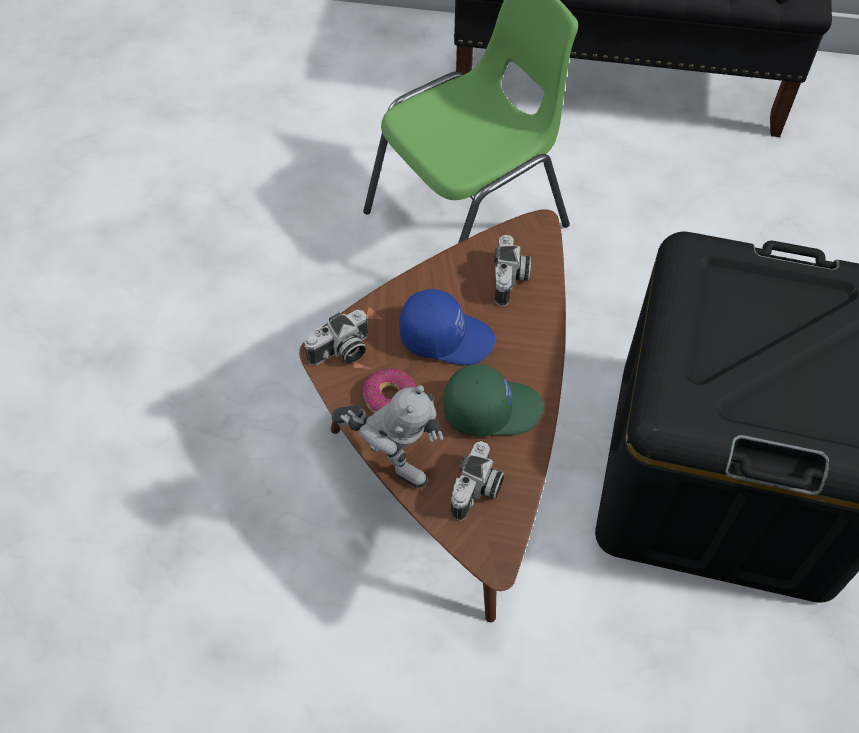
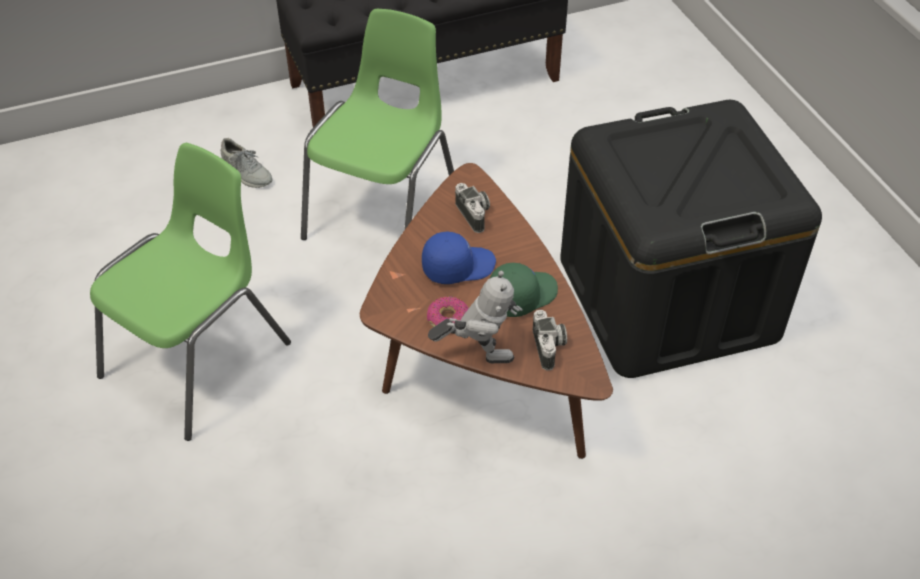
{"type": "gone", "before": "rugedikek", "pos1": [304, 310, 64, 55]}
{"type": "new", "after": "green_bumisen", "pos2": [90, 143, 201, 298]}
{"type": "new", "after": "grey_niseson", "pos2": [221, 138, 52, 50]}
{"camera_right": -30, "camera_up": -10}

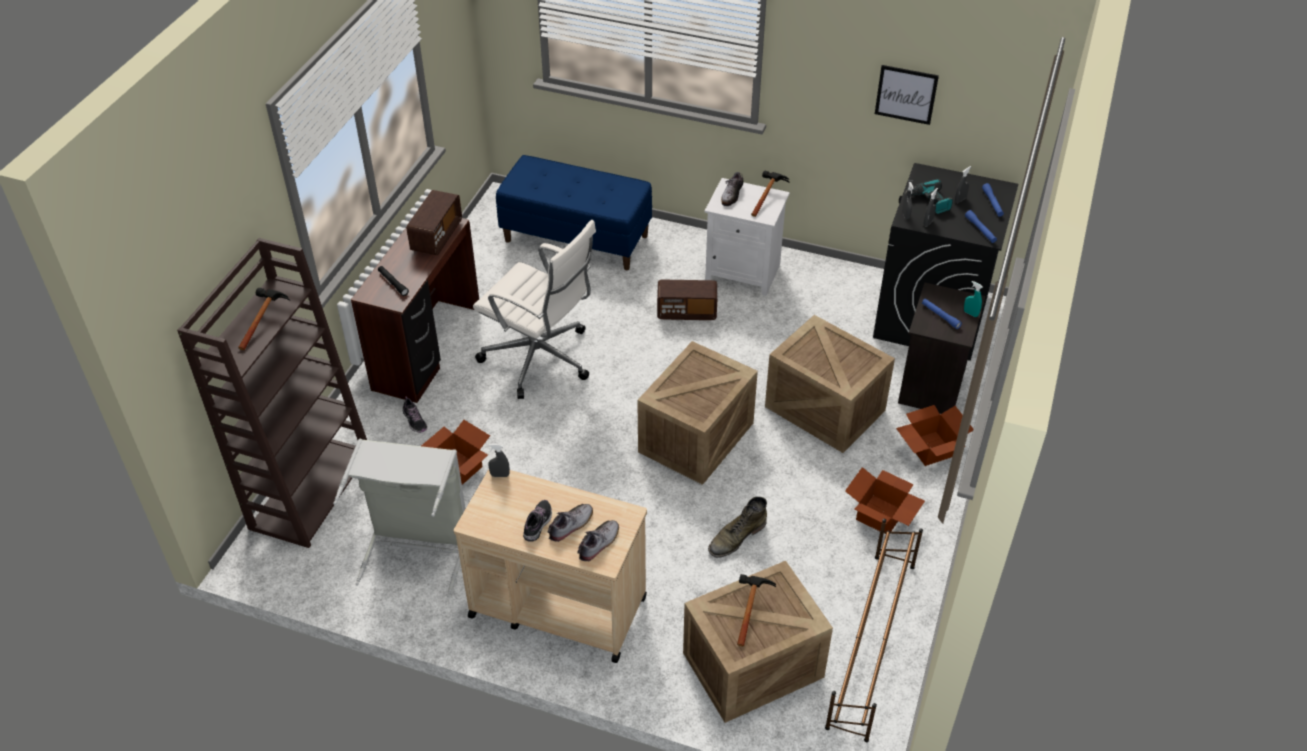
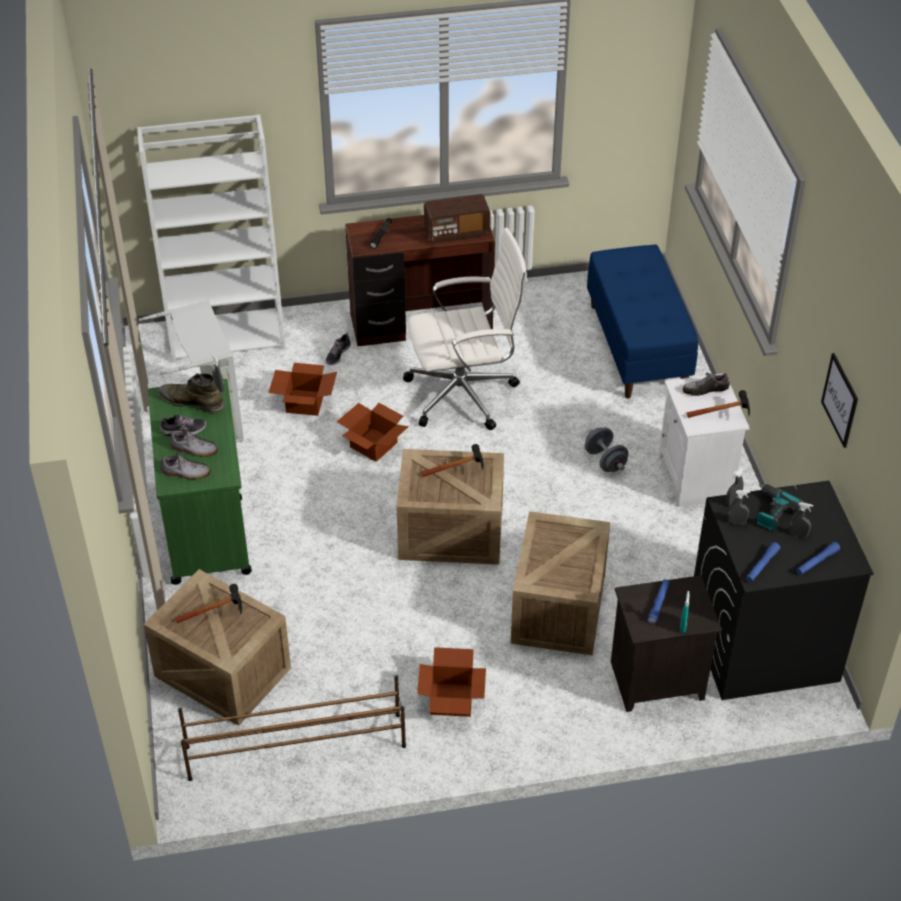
{"type": "shifted", "before": "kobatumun", "pos1": [238, 288, 52, 62], "pos2": [421, 444, 63, 33]}
{"type": "shifted", "before": "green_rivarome", "pos1": [708, 497, 59, 61], "pos2": [158, 373, 67, 40]}
{"type": "shifted", "before": "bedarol", "pos1": [896, 405, 77, 61], "pos2": [337, 403, 72, 59]}
{"type": "swapped", "before": "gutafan", "after": "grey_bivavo", "pos1": [657, 280, 60, 40], "pos2": [585, 428, 43, 44]}
{"type": "repainted", "before": "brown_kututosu", "after": "white_kututosu", "pos1": [177, 238, 190, 310], "pos2": [137, 115, 149, 248]}
{"type": "repainted", "before": "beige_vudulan", "after": "green_vudulan", "pos1": [454, 469, 193, 194], "pos2": [148, 379, 104, 206]}
{"type": "rotated", "before": "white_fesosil", "pos1": [473, 220, 123, 179], "pos2": [403, 228, 124, 202], "turn": -105}
{"camera_right": 60, "camera_up": 0}

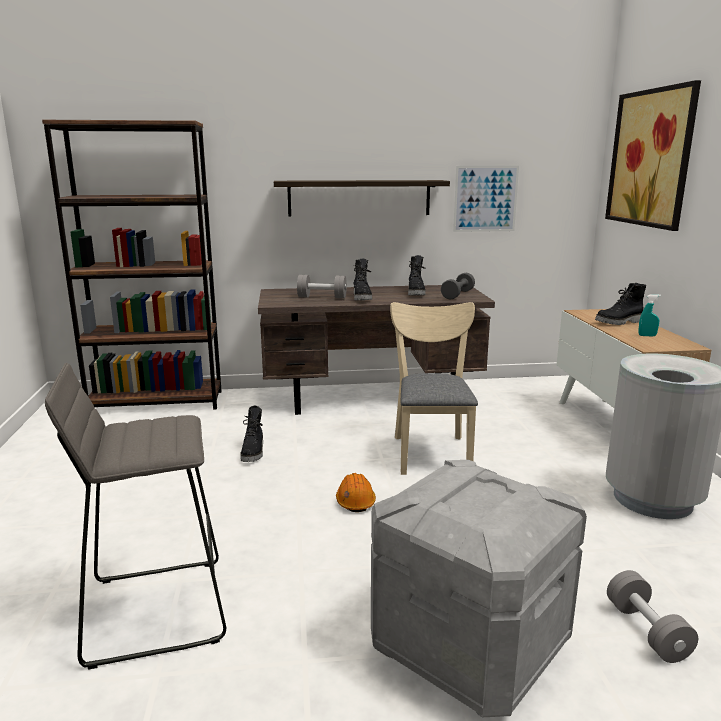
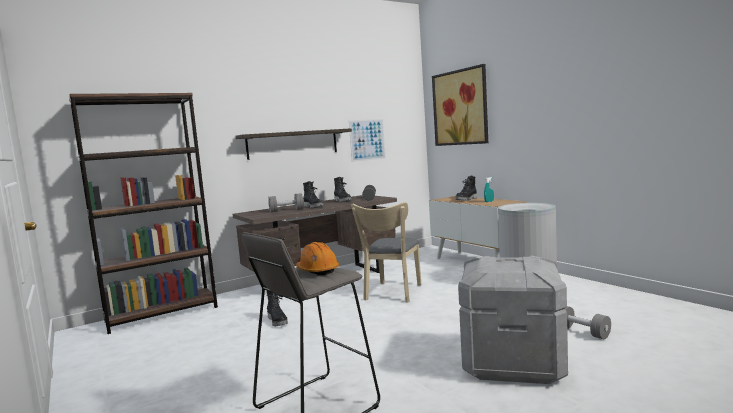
{"type": "shifted", "before": "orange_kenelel", "pos1": [336, 473, 40, 39], "pos2": [296, 242, 43, 33]}
{"type": "rotated", "before": "beige_bumisen", "pos1": [390, 302, 88, 173], "pos2": [351, 202, 70, 101], "turn": -135}
{"camera_right": -25, "camera_up": -10}

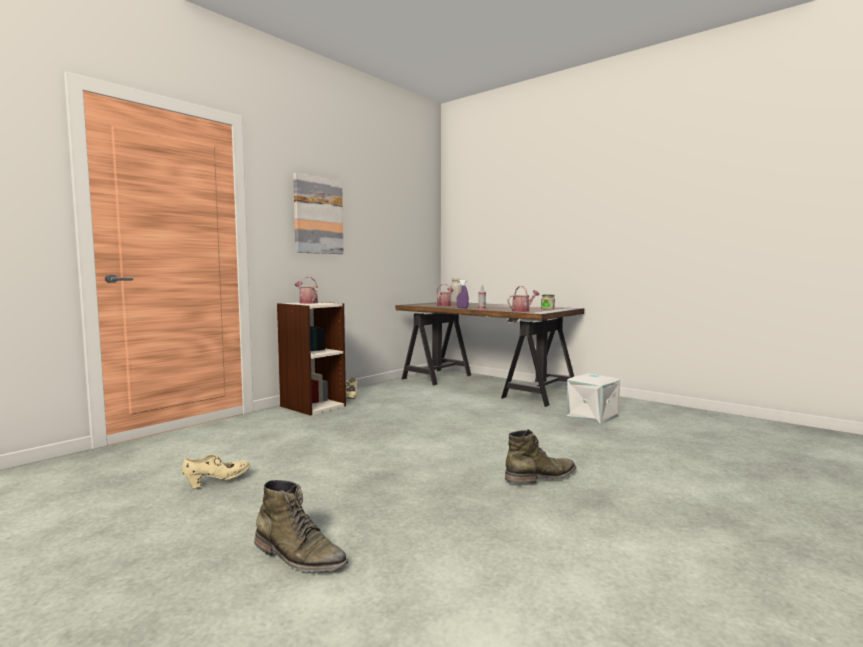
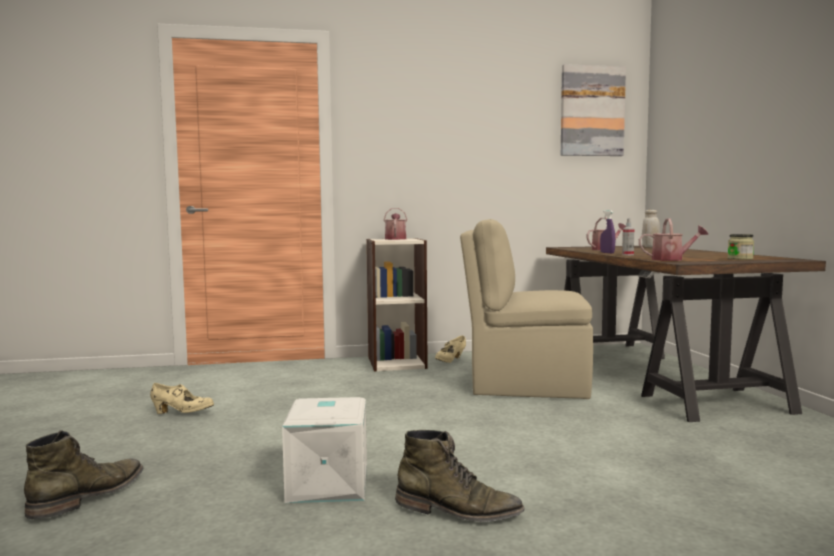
{"type": "new", "after": "beige_bumisen", "pos2": [460, 219, 133, 180]}
{"type": "shifted", "before": "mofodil", "pos1": [293, 173, 50, 81], "pos2": [561, 64, 65, 92]}
{"type": "shifted", "before": "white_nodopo", "pos1": [566, 373, 54, 51], "pos2": [282, 397, 85, 106]}
{"type": "rotated", "before": "green_rivarome", "pos1": [254, 480, 94, 92], "pos2": [24, 430, 119, 89], "turn": -135}
{"camera_right": 40, "camera_up": 0}

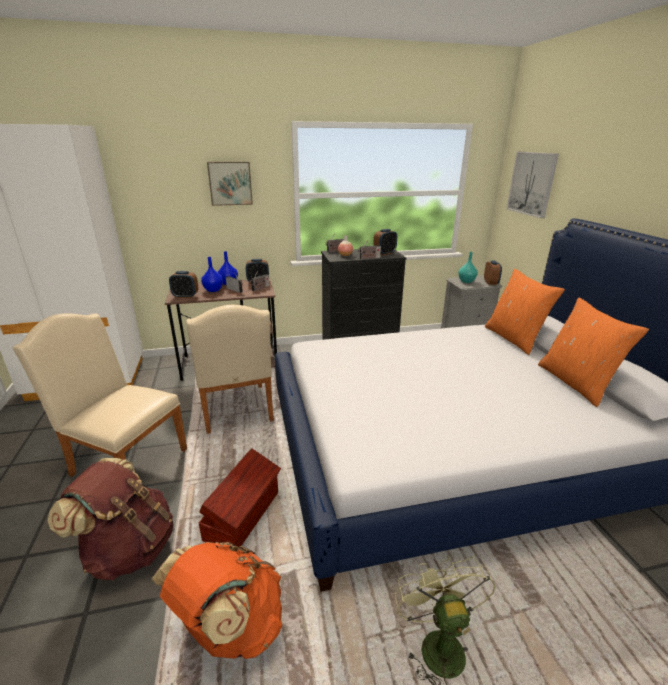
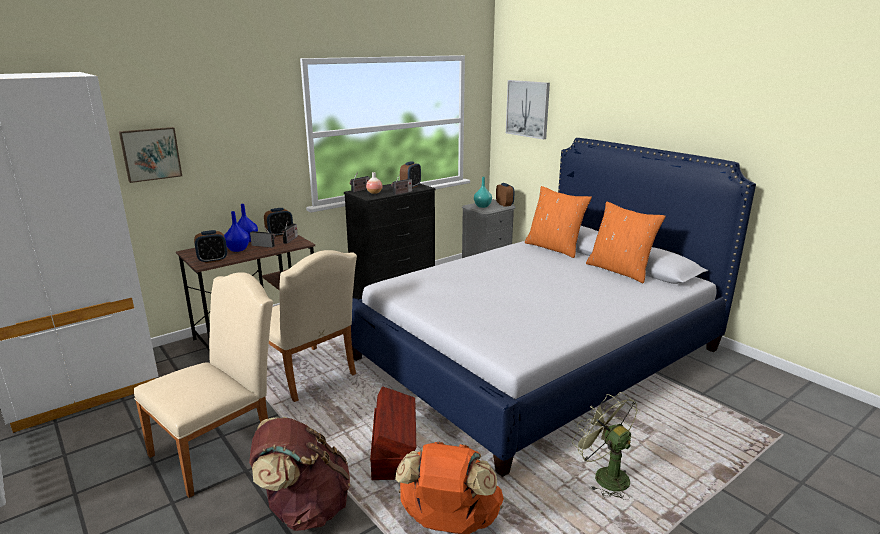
{"type": "shifted", "before": "mofodil", "pos1": [207, 162, 46, 44], "pos2": [119, 127, 63, 56]}
{"type": "rotated", "before": "beige_bumisen", "pos1": [12, 313, 175, 164], "pos2": [134, 272, 139, 226], "turn": 135}
{"camera_right": -25, "camera_up": -5}

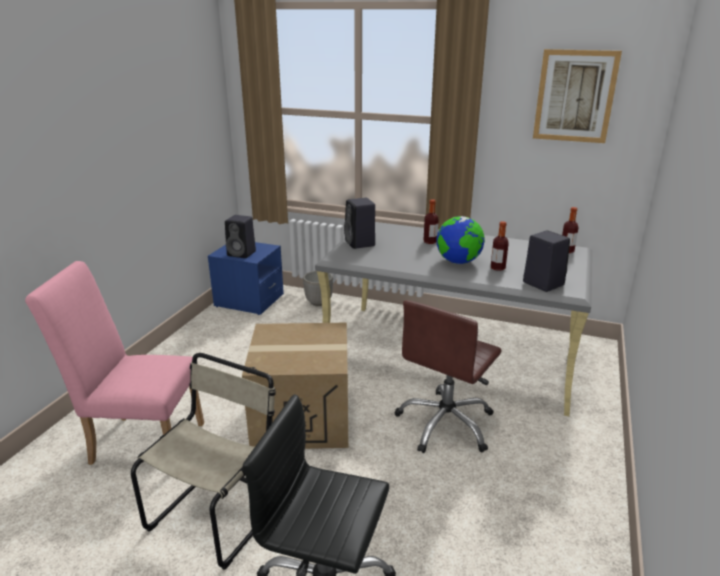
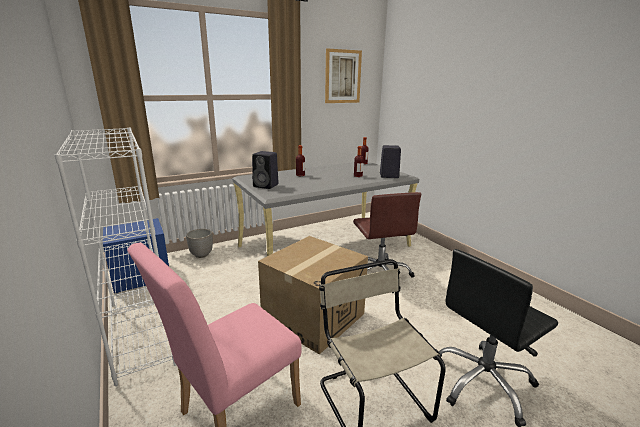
{"type": "gone", "before": "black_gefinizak", "pos1": [225, 215, 31, 43]}
{"type": "gone", "before": "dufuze", "pos1": [436, 216, 49, 48]}
{"type": "new", "after": "white_kututosu", "pos2": [54, 128, 122, 258]}
{"camera_right": -50, "camera_up": -5}

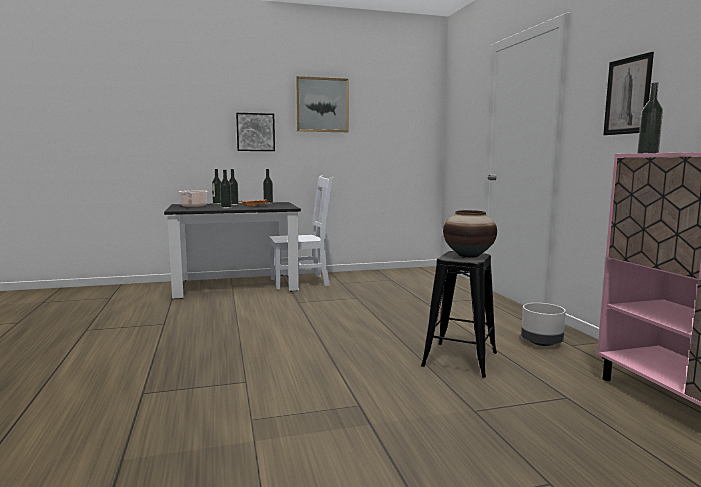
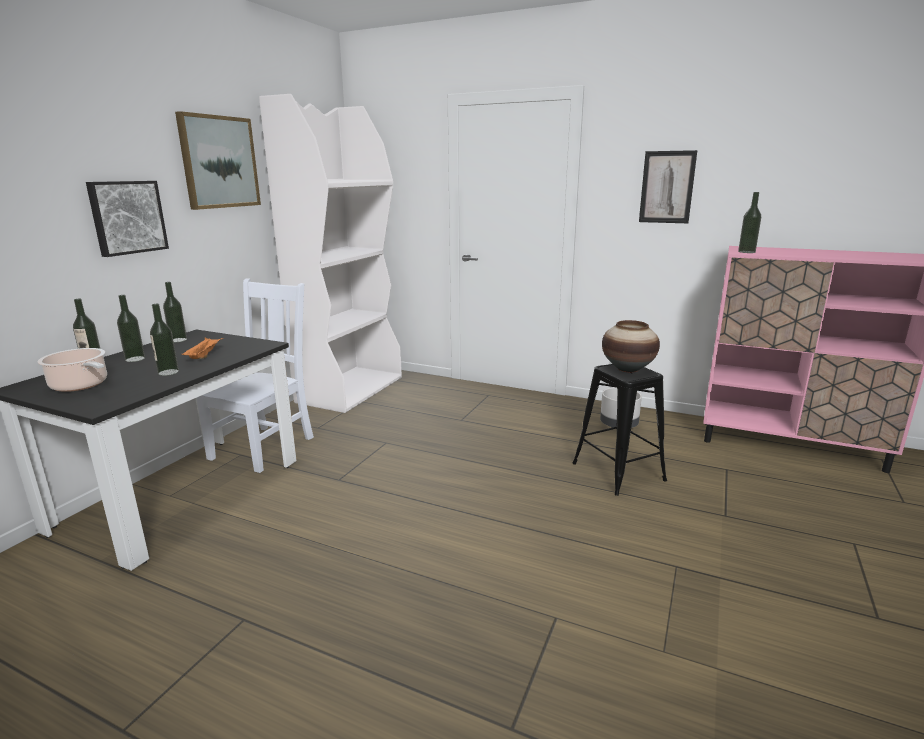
{"type": "new", "after": "white_kututosu", "pos2": [259, 94, 143, 319]}
{"camera_right": -50, "camera_up": 10}

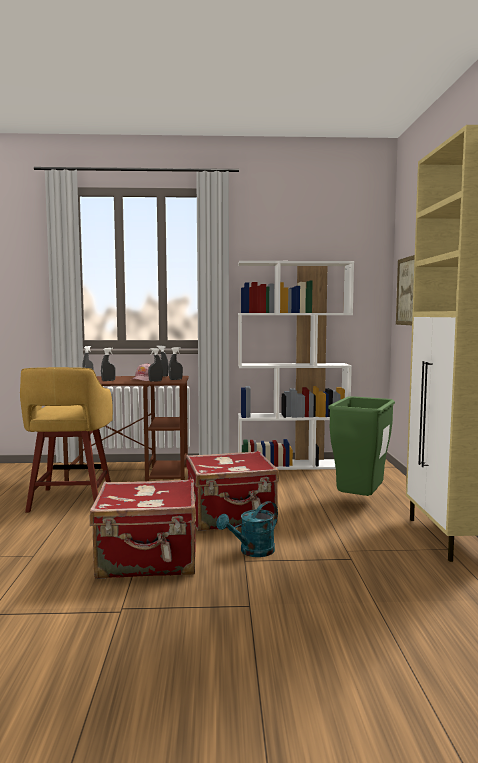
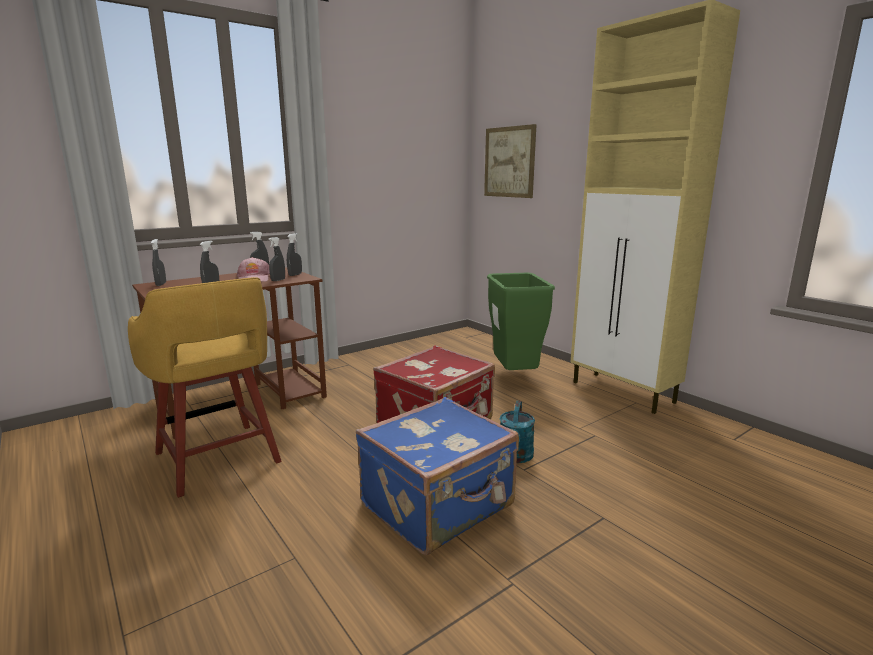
{"type": "gone", "before": "white_kututosu", "pos1": [238, 261, 116, 209]}
{"type": "repainted", "before": "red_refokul", "after": "blue_refokul", "pos1": [90, 479, 106, 100], "pos2": [356, 397, 163, 158]}
{"camera_right": -35, "camera_up": 10}

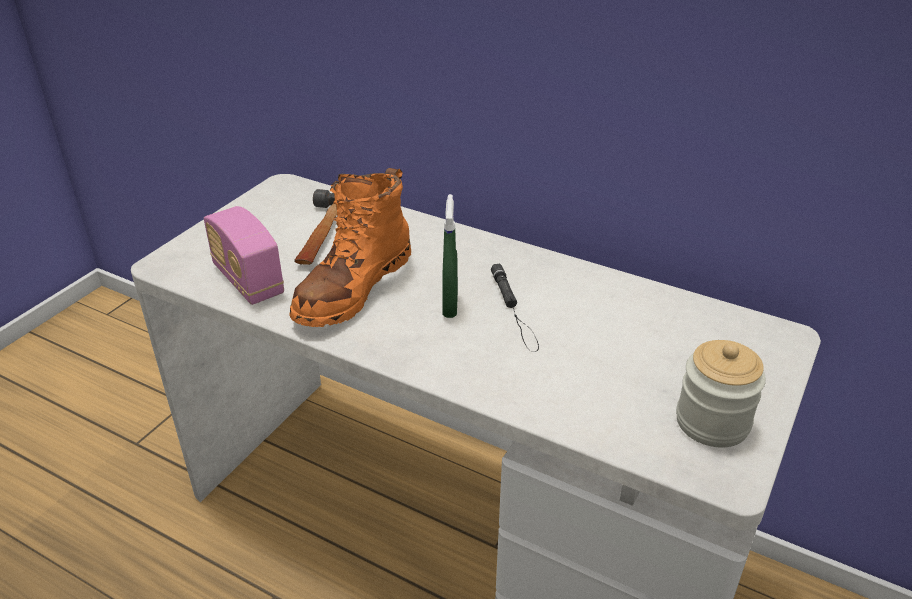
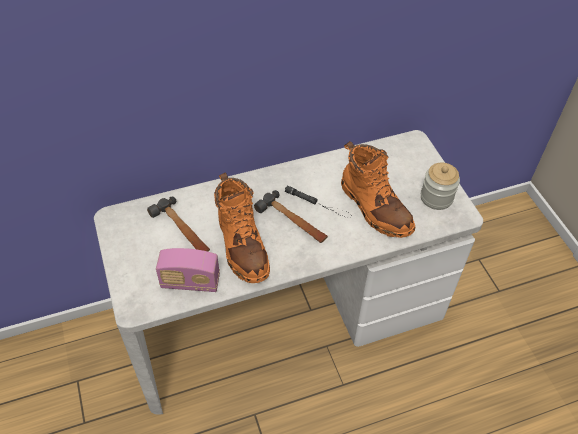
{"type": "new", "after": "orange_rivarome", "pos2": [341, 141, 74, 97]}
{"type": "swapped", "before": "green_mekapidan", "after": "kobatumun", "pos1": [442, 194, 16, 124], "pos2": [254, 190, 74, 53]}
{"camera_right": -50, "camera_up": 15}

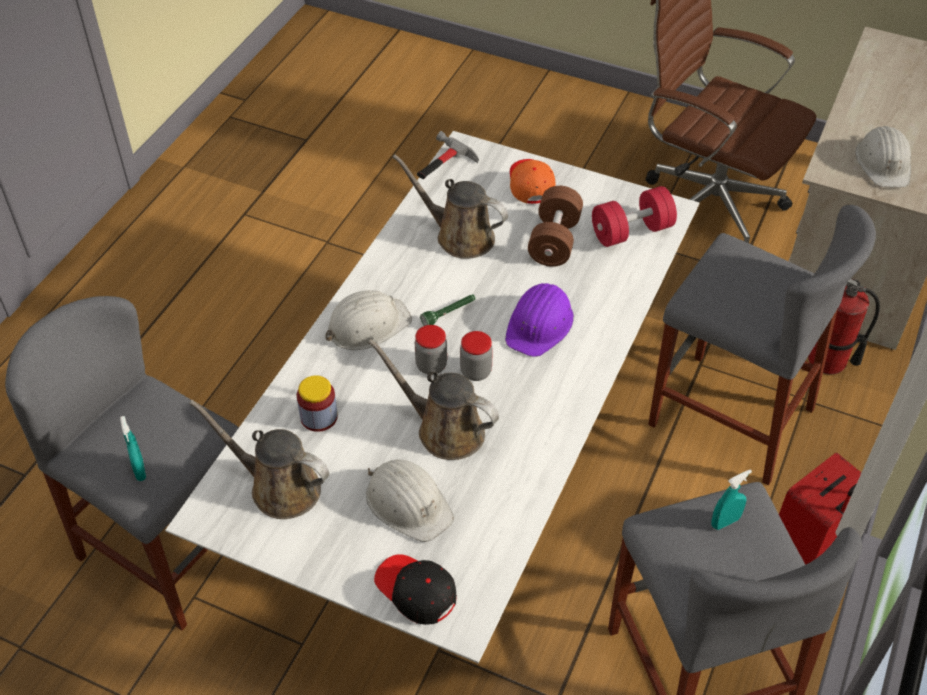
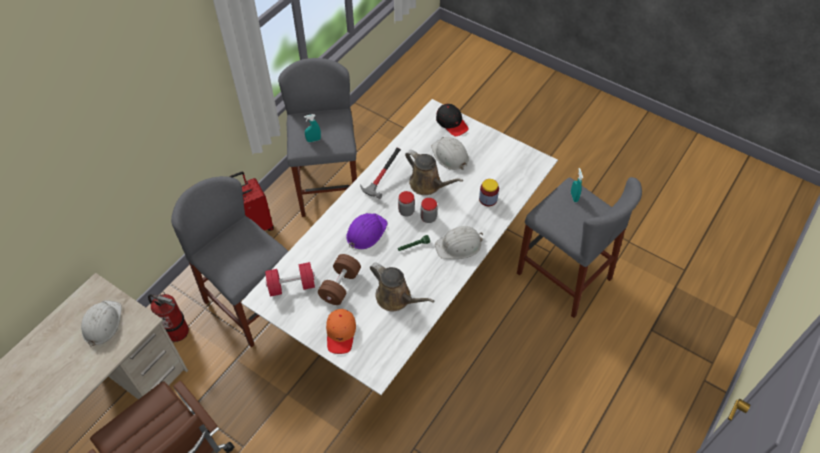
{"type": "gone", "before": "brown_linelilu", "pos1": [189, 400, 140, 119]}
{"type": "shifted", "before": "kobatumun", "pos1": [417, 131, 62, 48], "pos2": [360, 148, 41, 51]}
{"camera_right": -170, "camera_up": 5}

